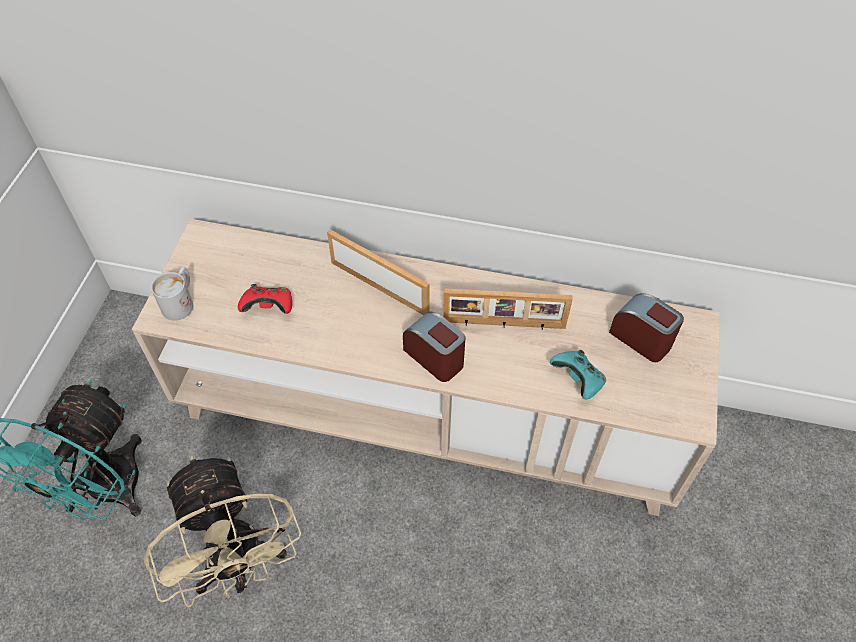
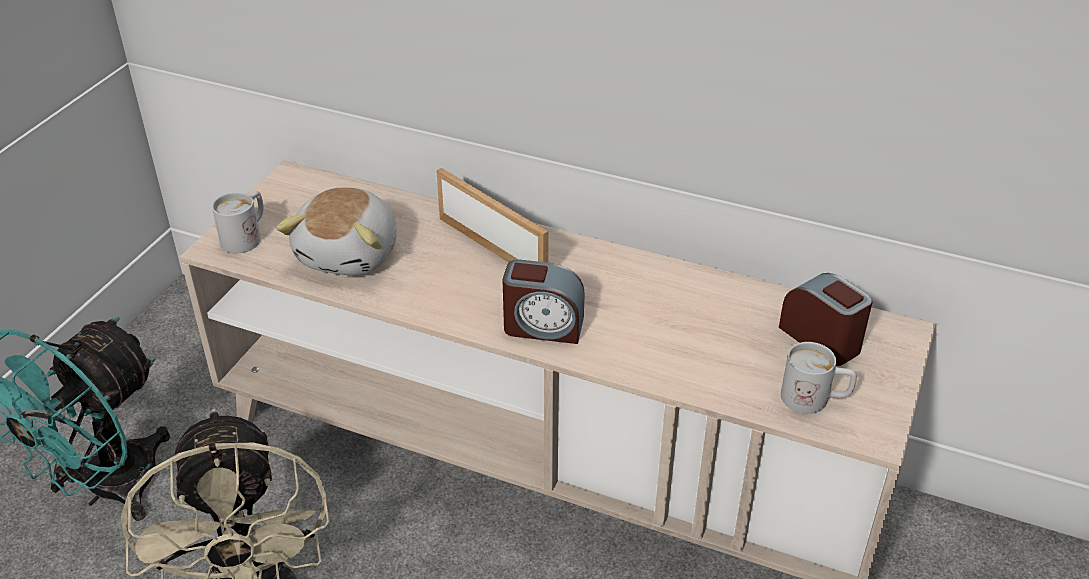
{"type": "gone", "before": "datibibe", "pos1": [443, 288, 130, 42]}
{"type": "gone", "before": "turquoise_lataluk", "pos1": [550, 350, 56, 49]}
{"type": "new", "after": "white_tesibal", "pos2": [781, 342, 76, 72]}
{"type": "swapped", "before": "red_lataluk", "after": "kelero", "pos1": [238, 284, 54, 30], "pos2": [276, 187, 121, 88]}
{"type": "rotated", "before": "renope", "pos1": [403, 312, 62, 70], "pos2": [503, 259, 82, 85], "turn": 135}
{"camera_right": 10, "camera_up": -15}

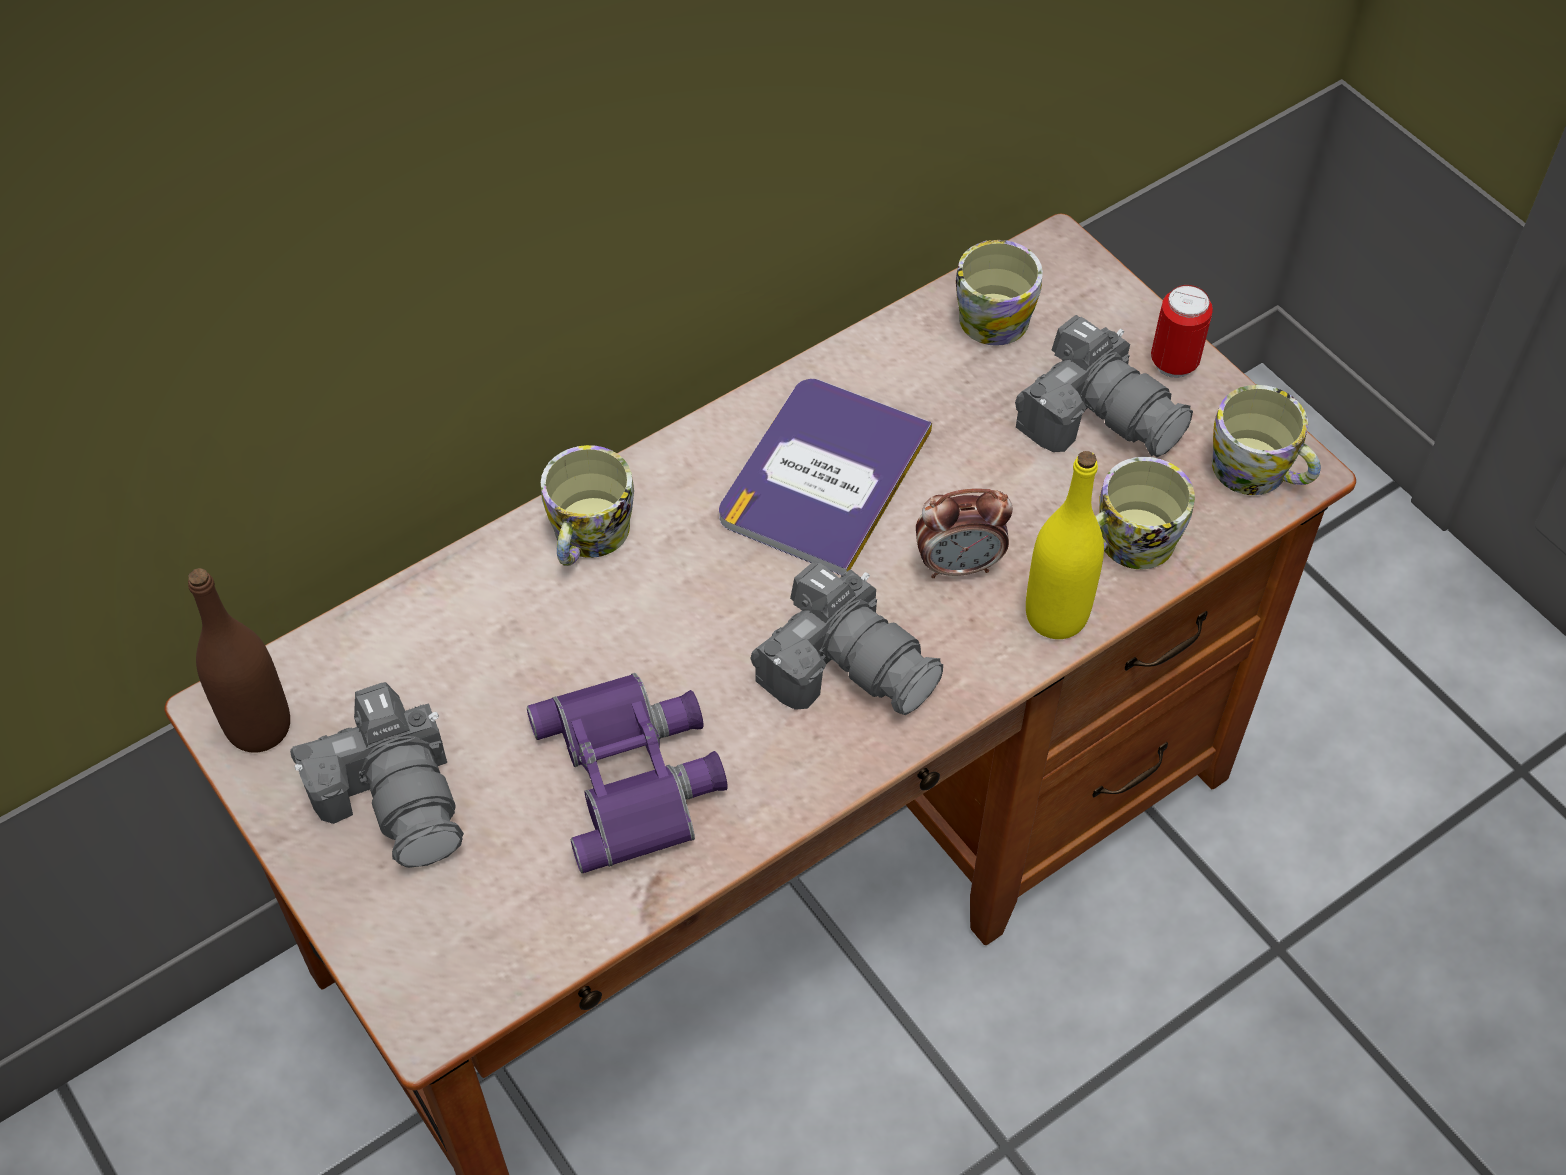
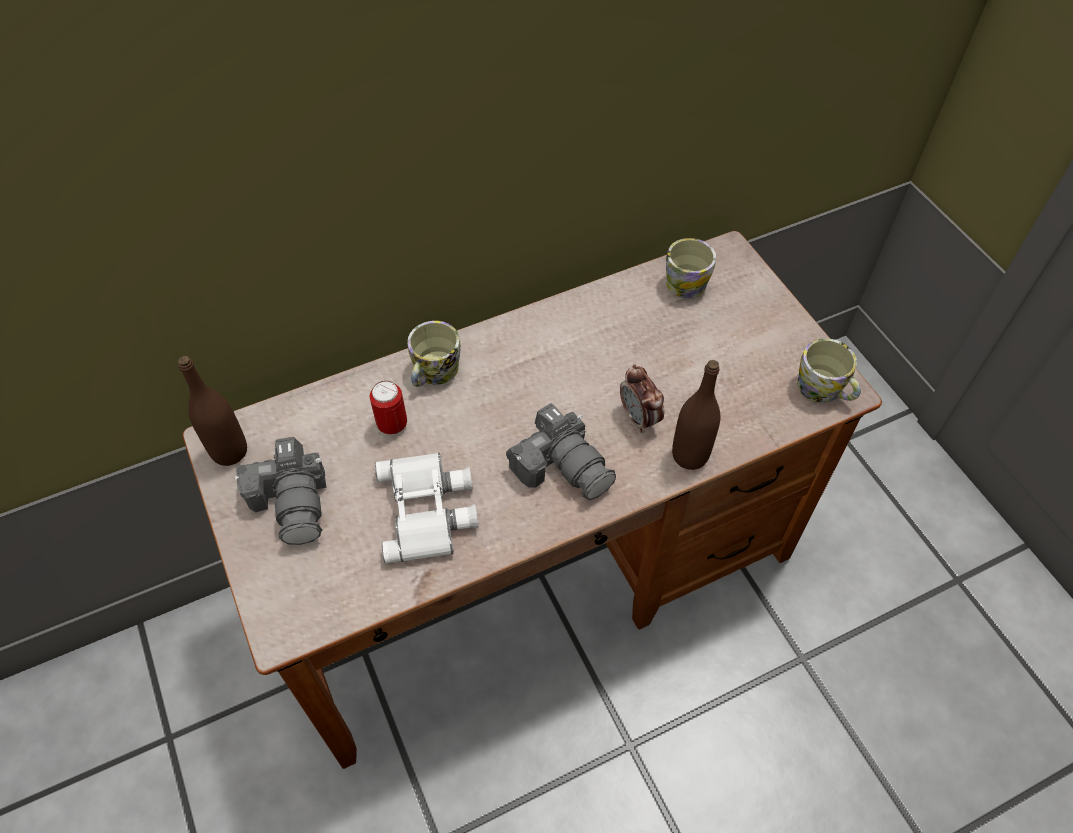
{"type": "gone", "before": "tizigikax", "pos1": [719, 379, 213, 196]}
{"type": "gone", "before": "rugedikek", "pos1": [1015, 315, 178, 142]}
{"type": "gone", "before": "tesibal", "pos1": [1095, 457, 100, 112]}
{"type": "shifted", "before": "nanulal", "pos1": [1151, 285, 62, 93], "pos2": [370, 381, 37, 54]}
{"type": "repainted", "before": "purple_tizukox", "after": "white_tizukox", "pos1": [527, 673, 201, 200], "pos2": [375, 452, 104, 111]}
{"type": "repainted", "before": "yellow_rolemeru", "after": "brown_rolemeru", "pos1": [1026, 451, 78, 188], "pos2": [672, 360, 48, 110]}
{"type": "rotated", "before": "renope", "pos1": [916, 488, 97, 90], "pos2": [620, 364, 44, 69], "turn": 60}
{"camera_right": 10, "camera_up": 0}

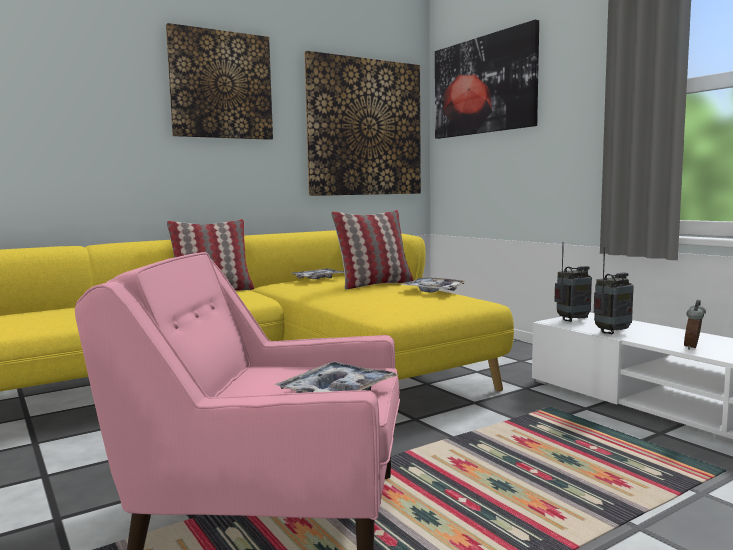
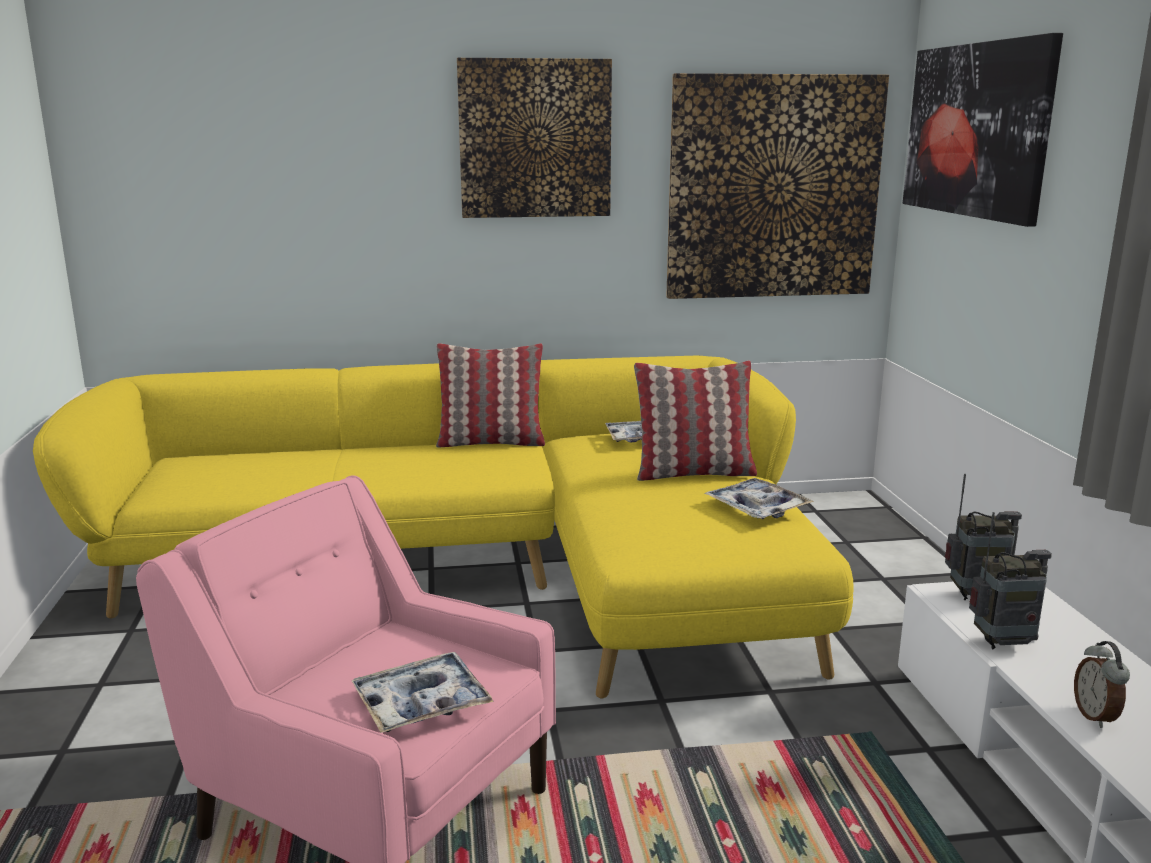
{"type": "rotated", "before": "renope", "pos1": [684, 300, 22, 50], "pos2": [1074, 641, 56, 87], "turn": -60}
{"camera_right": 25, "camera_up": 10}

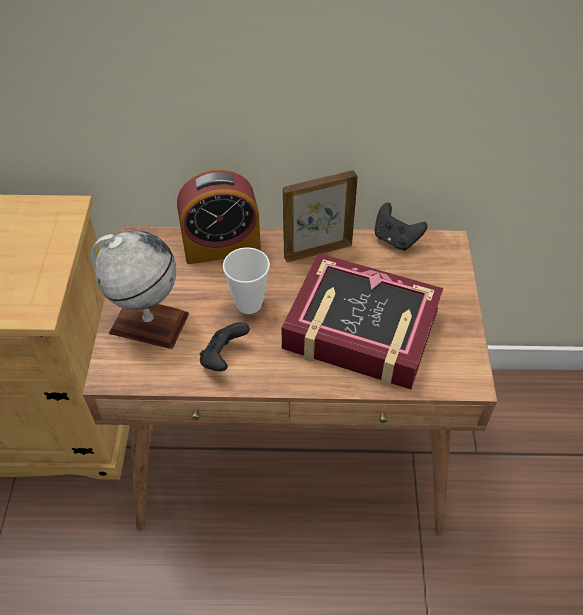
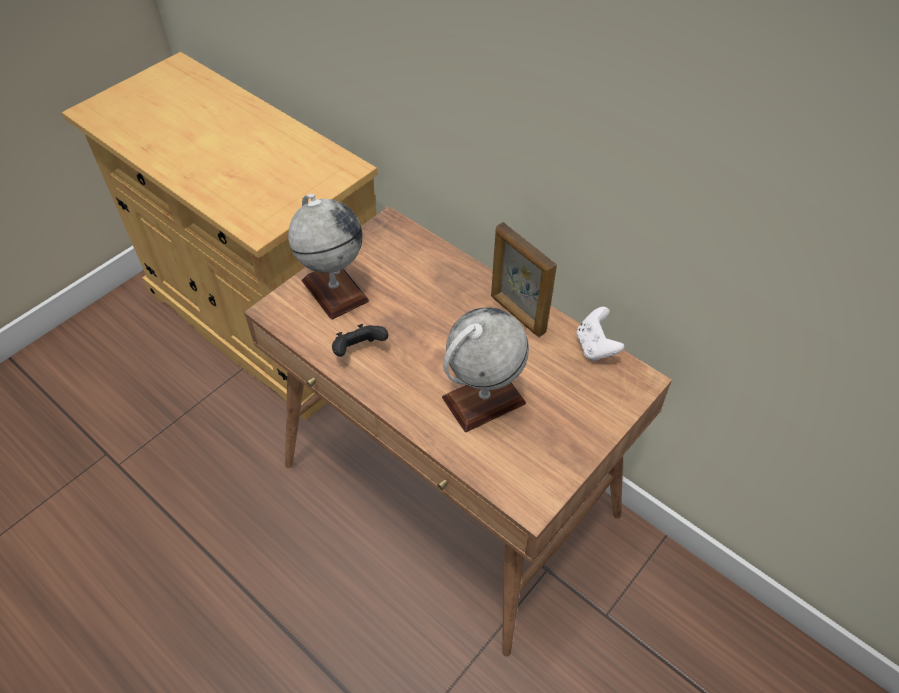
{"type": "gone", "before": "renope", "pos1": [177, 170, 84, 94]}
{"type": "gone", "before": "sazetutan", "pos1": [223, 247, 47, 67]}
{"type": "swapped", "before": "tizigikax", "after": "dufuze", "pos1": [282, 253, 161, 136], "pos2": [442, 307, 87, 125]}
{"type": "repainted", "before": "black_lataluk", "after": "white_lataluk", "pos1": [375, 203, 53, 48], "pos2": [577, 307, 47, 54]}
{"type": "rotated", "before": "datibibe", "pos1": [283, 170, 75, 93], "pos2": [491, 222, 66, 115], "turn": -150}
{"camera_right": 40, "camera_up": 0}

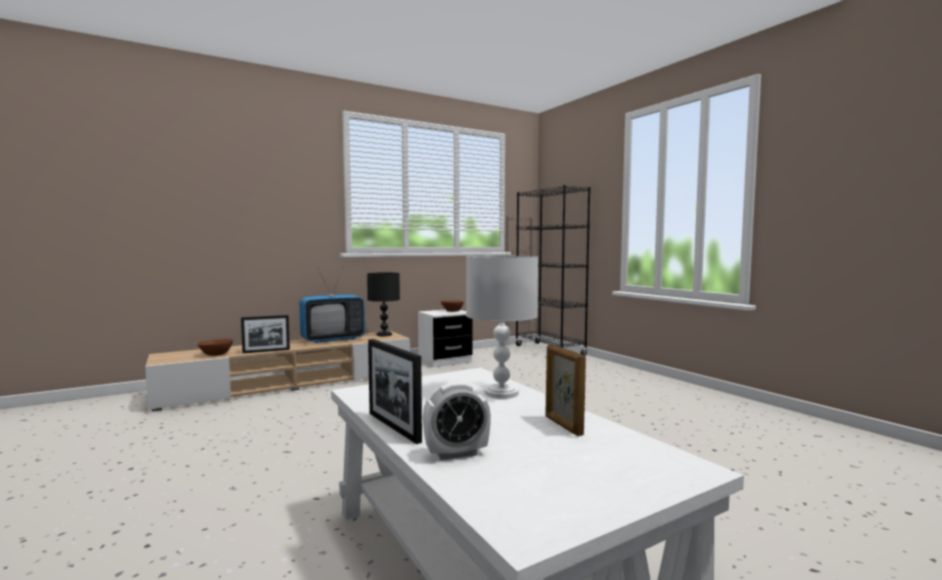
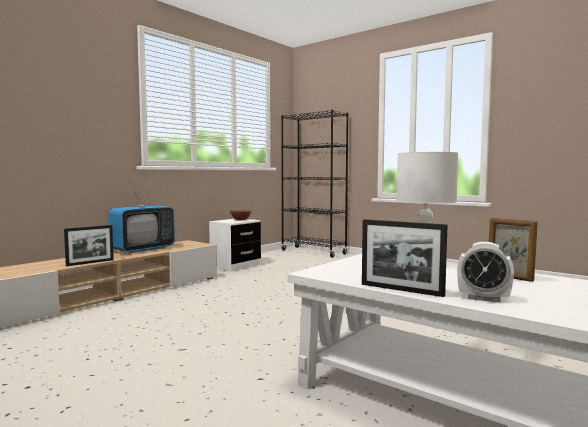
{"type": "gone", "before": "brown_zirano", "pos1": [197, 339, 36, 17]}
{"type": "gone", "before": "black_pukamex", "pos1": [367, 272, 33, 64]}
{"type": "rotated", "before": "renope", "pos1": [423, 382, 68, 78], "pos2": [457, 242, 57, 60], "turn": 60}
{"camera_right": -20, "camera_up": 0}

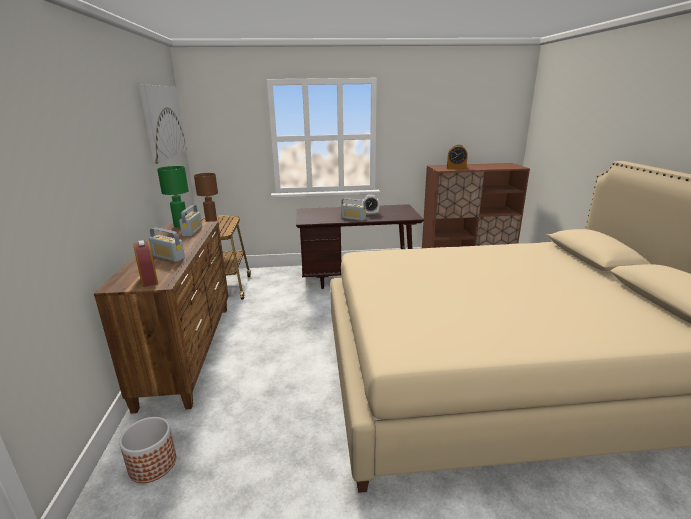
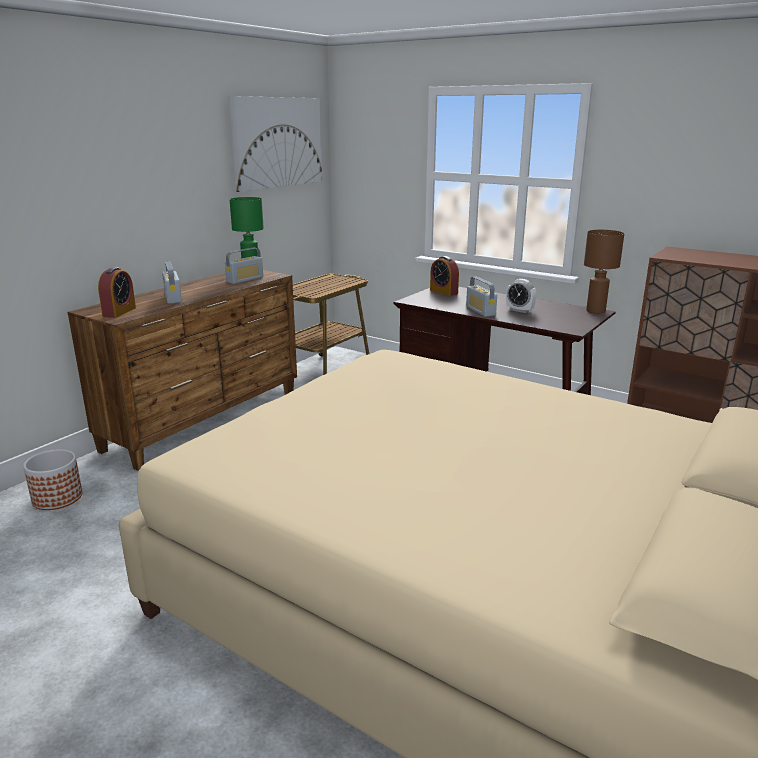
{"type": "shifted", "before": "brown_pukamex", "pos1": [194, 173, 24, 49], "pos2": [584, 230, 40, 84]}
{"type": "shifted", "before": "renope", "pos1": [447, 144, 21, 25], "pos2": [430, 256, 29, 40]}
{"camera_right": 40, "camera_up": 0}

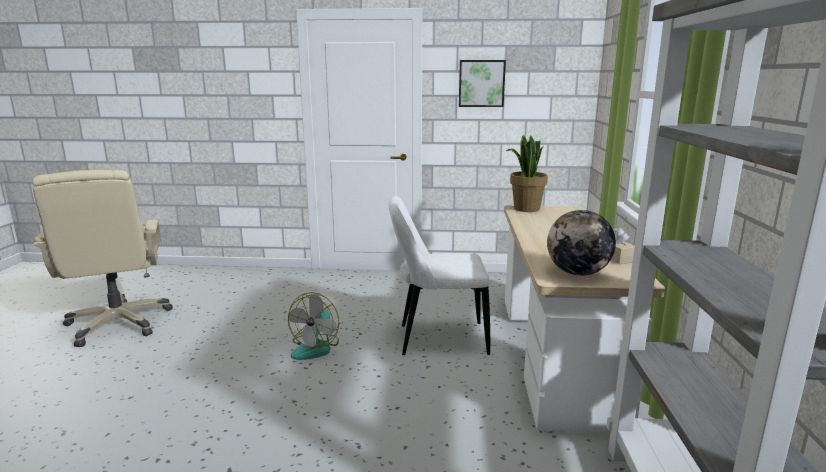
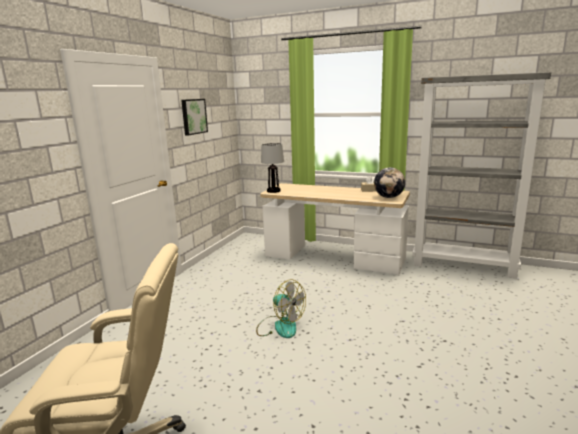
{"type": "gone", "before": "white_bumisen", "pos1": [389, 196, 101, 159]}
{"type": "swapped", "before": "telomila", "after": "pukamex", "pos1": [507, 135, 41, 77], "pos2": [261, 143, 23, 50]}
{"camera_right": -70, "camera_up": 0}

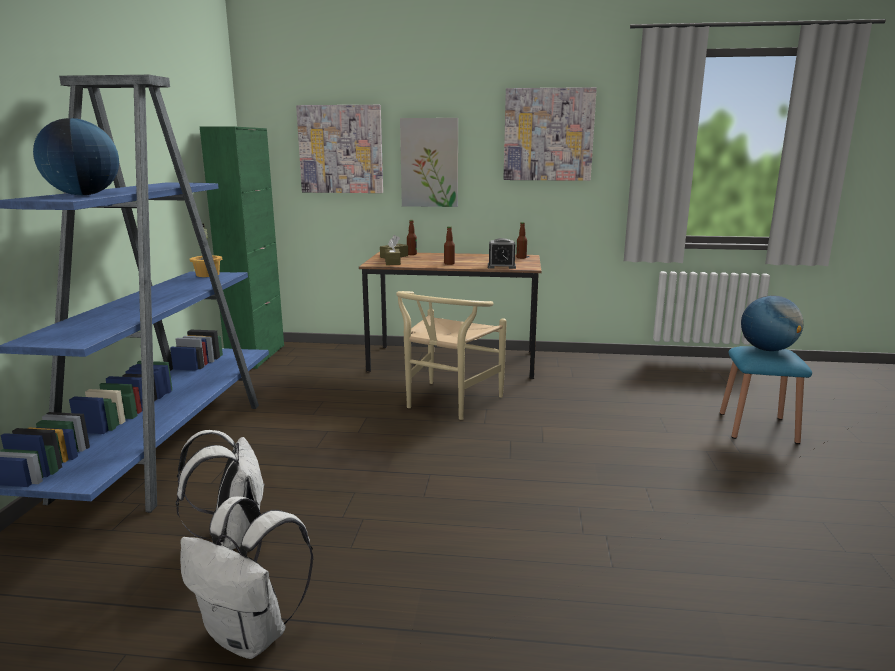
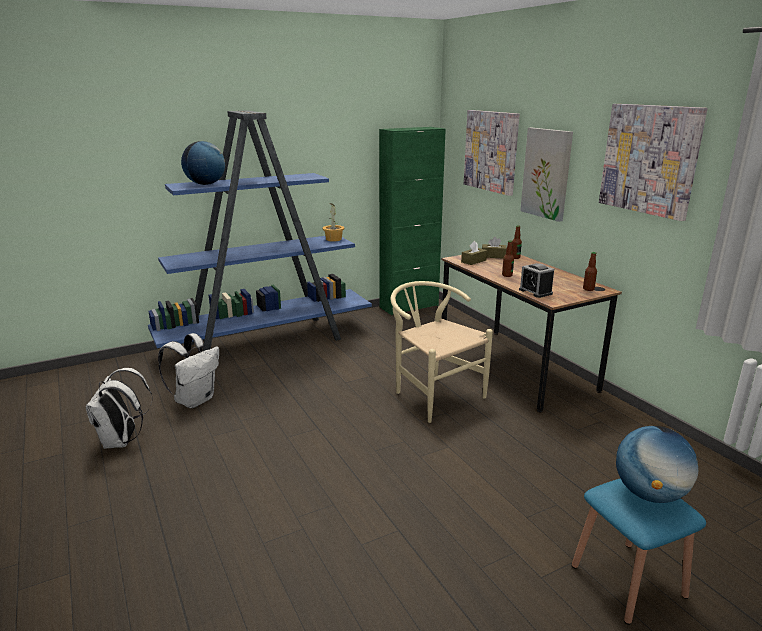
{"type": "rotated", "before": "beige_bumisen", "pos1": [396, 291, 111, 129], "pos2": [391, 281, 102, 142], "turn": 60}
{"camera_right": 55, "camera_up": 5}

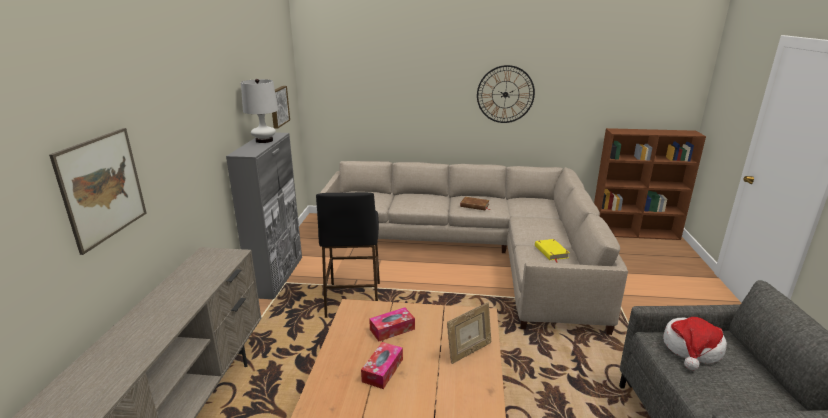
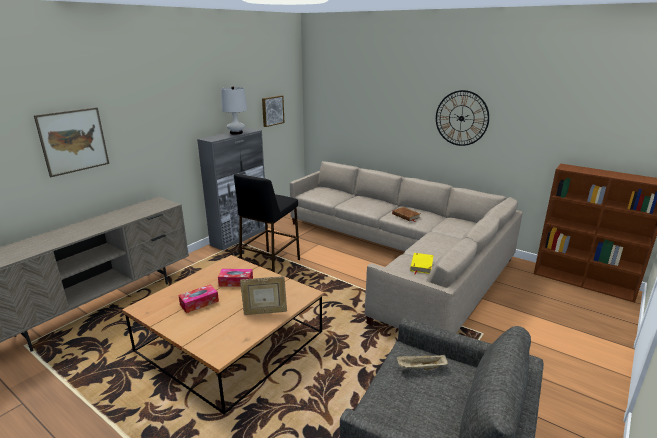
{"type": "swapped", "before": "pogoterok", "after": "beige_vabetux", "pos1": [663, 317, 64, 53], "pos2": [397, 355, 51, 15]}
{"camera_right": 30, "camera_up": 0}

